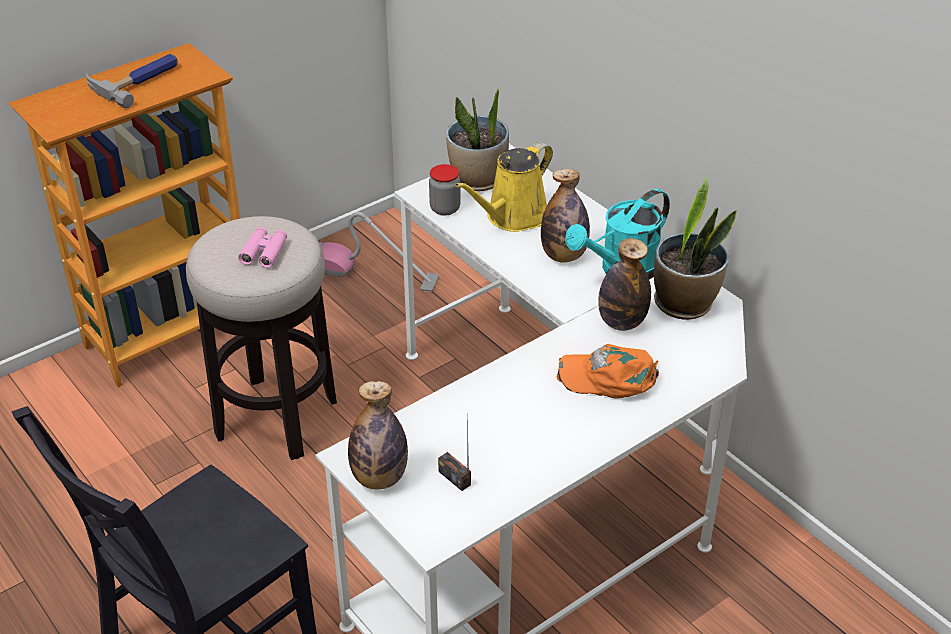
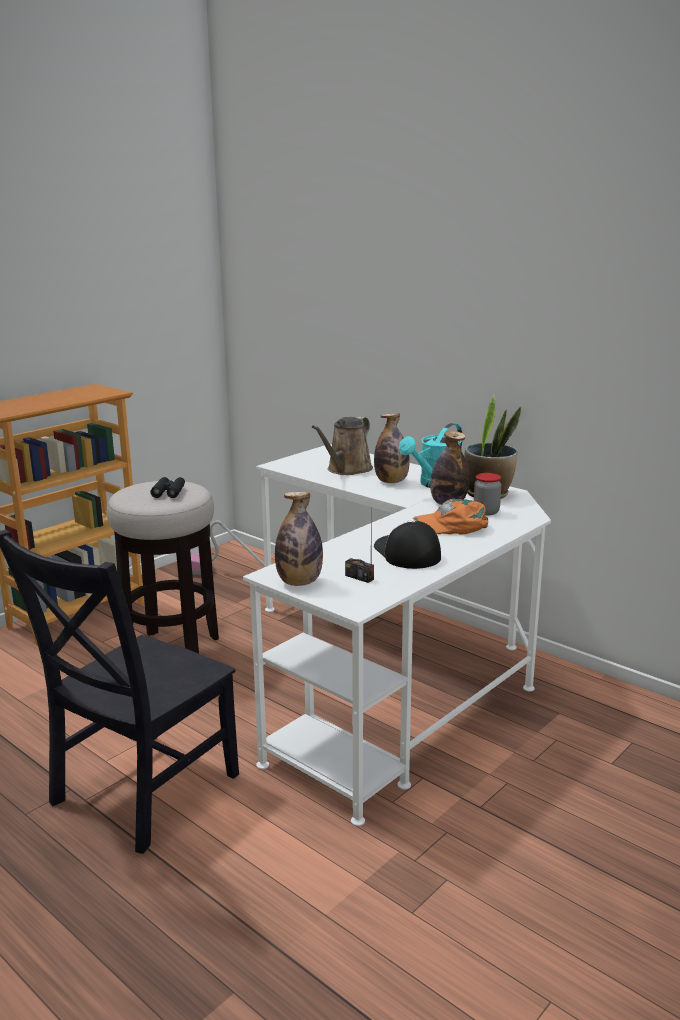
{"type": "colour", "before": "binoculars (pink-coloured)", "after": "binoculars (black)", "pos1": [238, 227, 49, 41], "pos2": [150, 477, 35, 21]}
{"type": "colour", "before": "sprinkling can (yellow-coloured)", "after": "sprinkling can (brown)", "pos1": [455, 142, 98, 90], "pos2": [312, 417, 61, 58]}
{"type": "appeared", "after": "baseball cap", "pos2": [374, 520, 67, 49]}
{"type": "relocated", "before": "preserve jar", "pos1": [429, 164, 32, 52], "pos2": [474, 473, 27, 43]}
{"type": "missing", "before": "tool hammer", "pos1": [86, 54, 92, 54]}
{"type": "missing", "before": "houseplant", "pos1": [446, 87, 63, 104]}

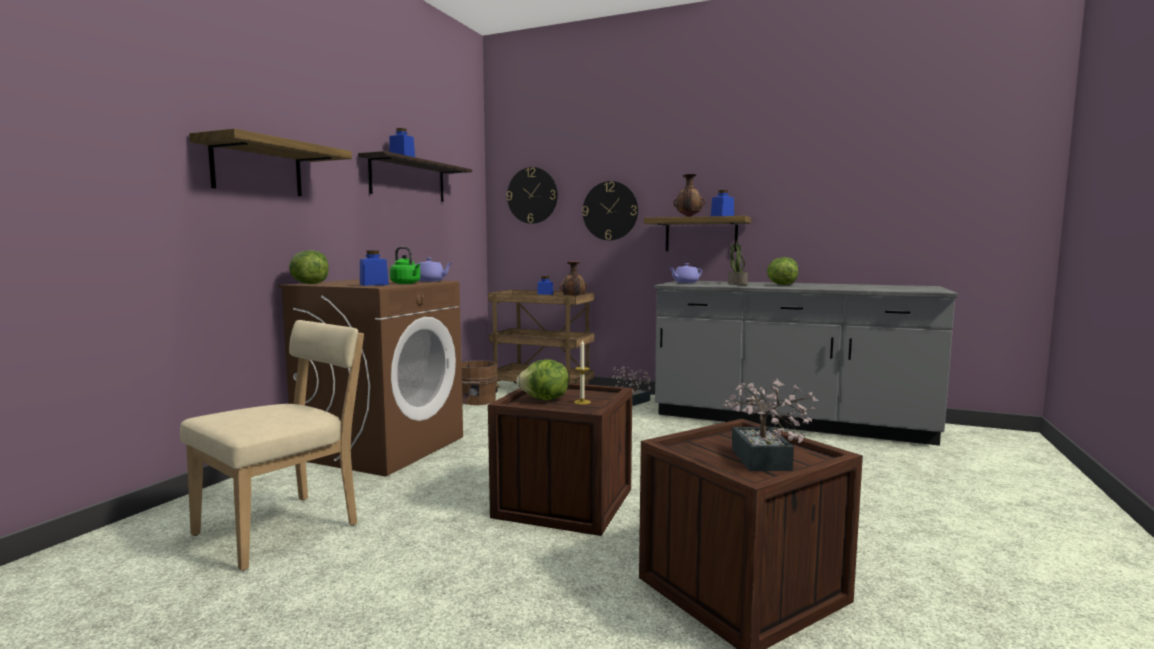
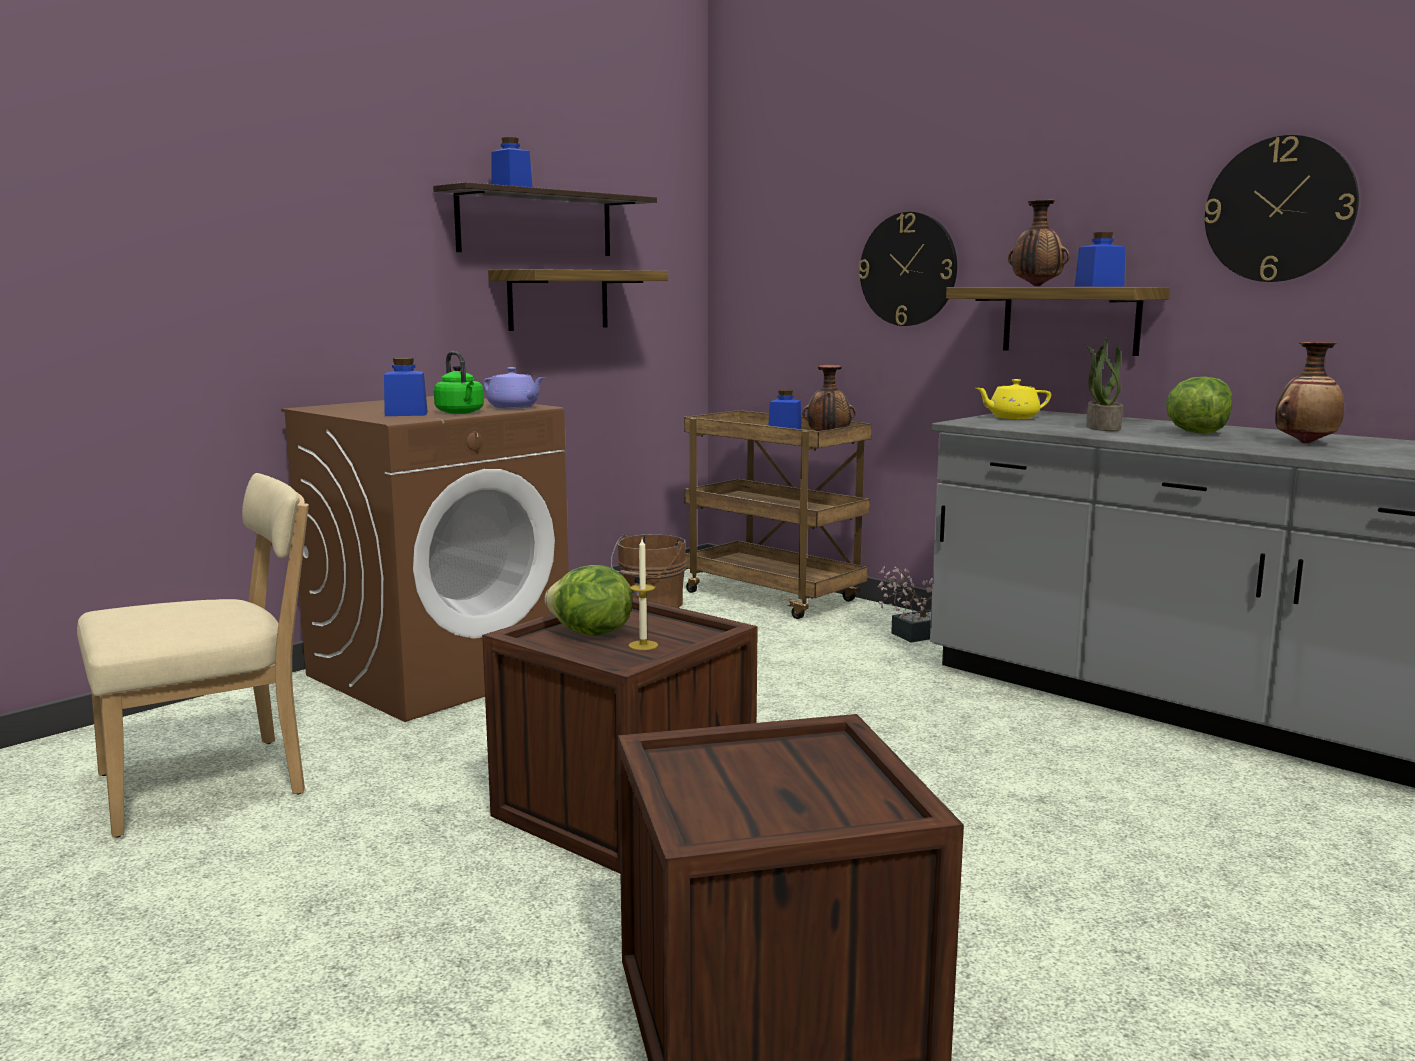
{"type": "relocated", "before": "wall shelf", "pos1": [189, 128, 163, 68], "pos2": [488, 269, 180, 62]}
{"type": "colour", "before": "teapot (purplish)", "after": "teapot (yellow-coloured)", "pos1": [670, 263, 32, 20], "pos2": [976, 379, 75, 40]}
{"type": "relocated", "before": "clock on the wall", "pos1": [507, 167, 51, 57], "pos2": [1204, 135, 155, 147]}
{"type": "appeared", "after": "vase", "pos2": [1275, 342, 69, 102]}
{"type": "missing", "before": "lettuce head", "pos1": [289, 250, 40, 34]}
{"type": "missing", "before": "houseplant", "pos1": [723, 378, 95, 93]}

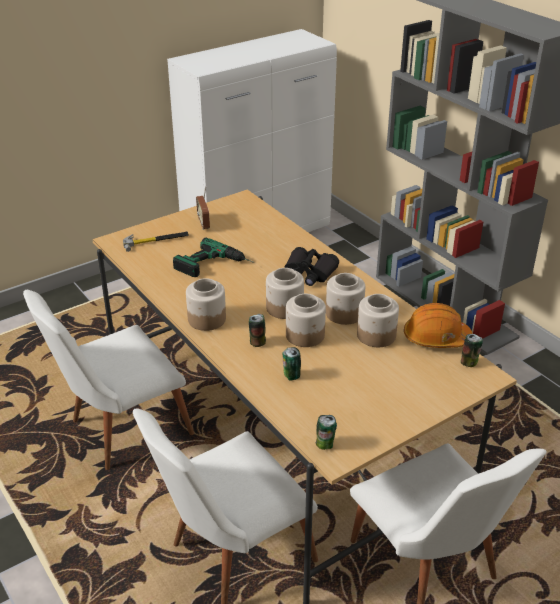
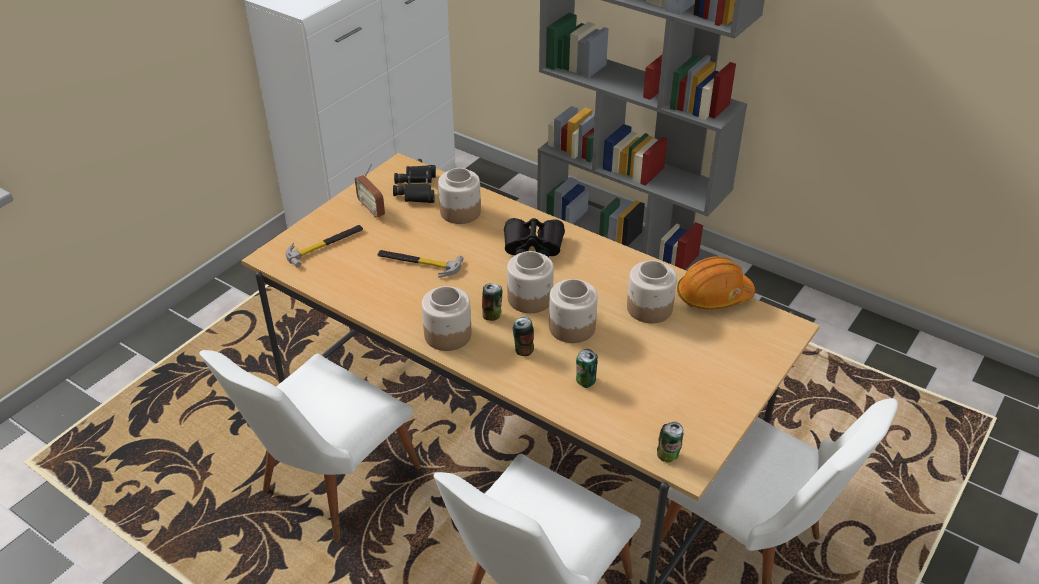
{"type": "exchanged", "before": "drill", "after": "tool hammer", "pos1": [173, 238, 81, 39], "pos2": [378, 250, 86, 28]}
{"type": "appeared", "after": "binoculars (black)", "pos2": [393, 165, 43, 38]}
{"type": "relocated", "before": "preserve jar", "pos1": [326, 273, 39, 52], "pos2": [438, 168, 43, 56]}
{"type": "relocated", "before": "can", "pos1": [461, 334, 22, 33], "pos2": [482, 283, 20, 38]}

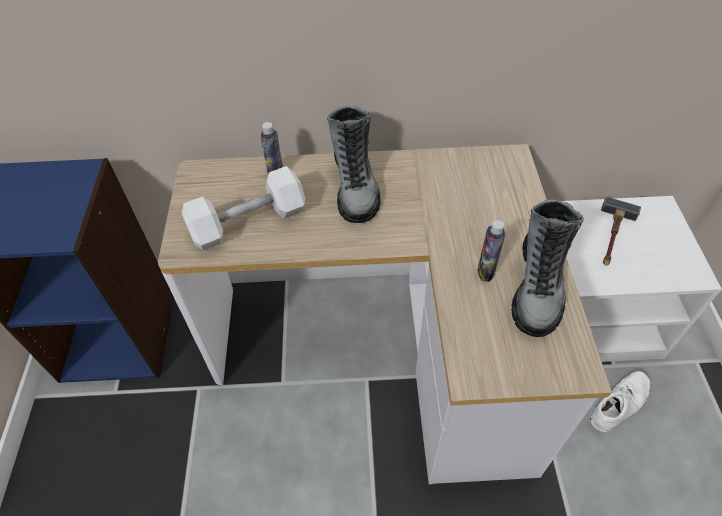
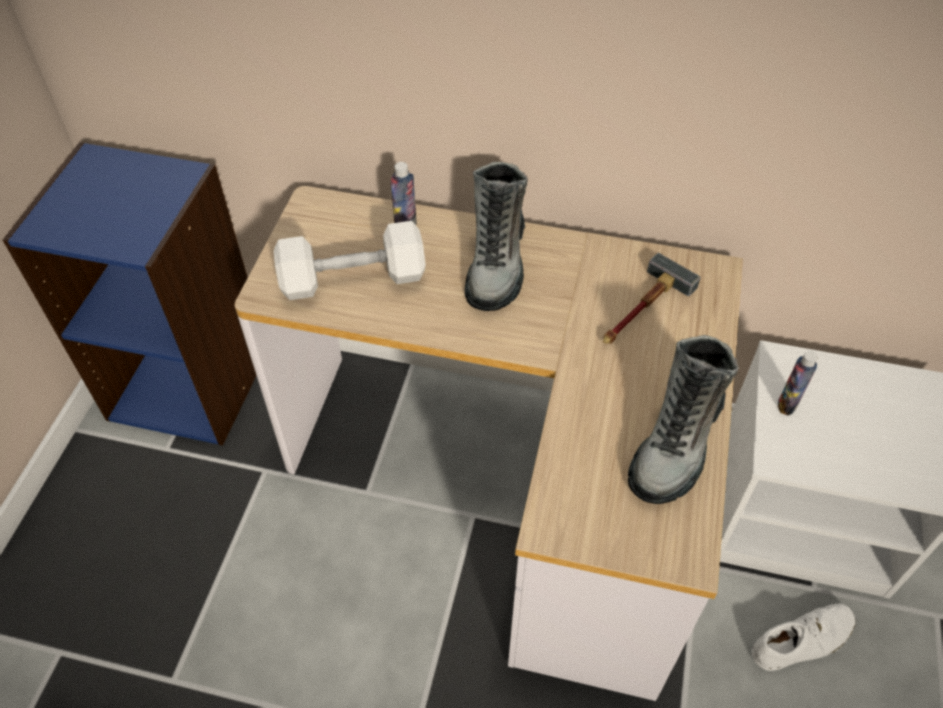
{"type": "relocated", "before": "tool hammer", "pos1": [601, 197, 40, 69], "pos2": [603, 253, 98, 91]}
{"type": "relocated", "before": "drink bottle", "pos1": [478, 220, 27, 62], "pos2": [778, 351, 40, 65]}

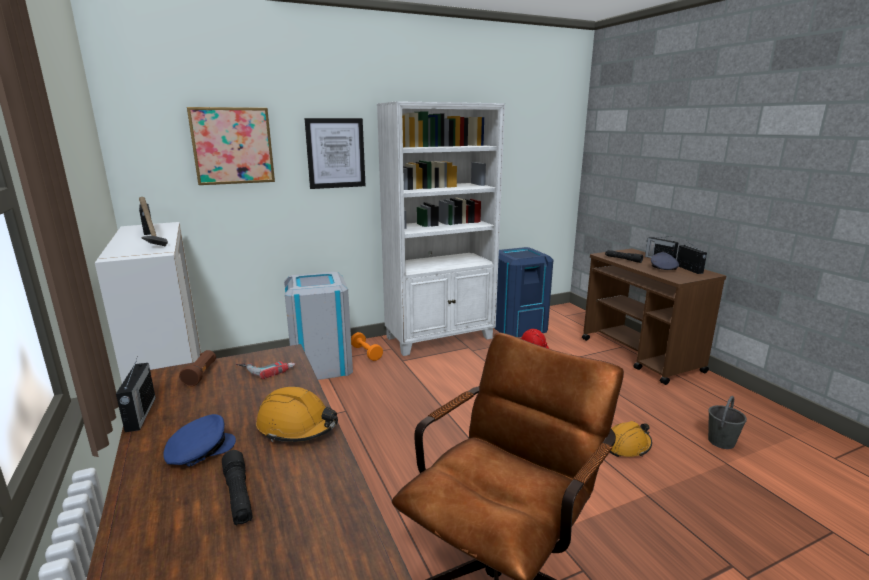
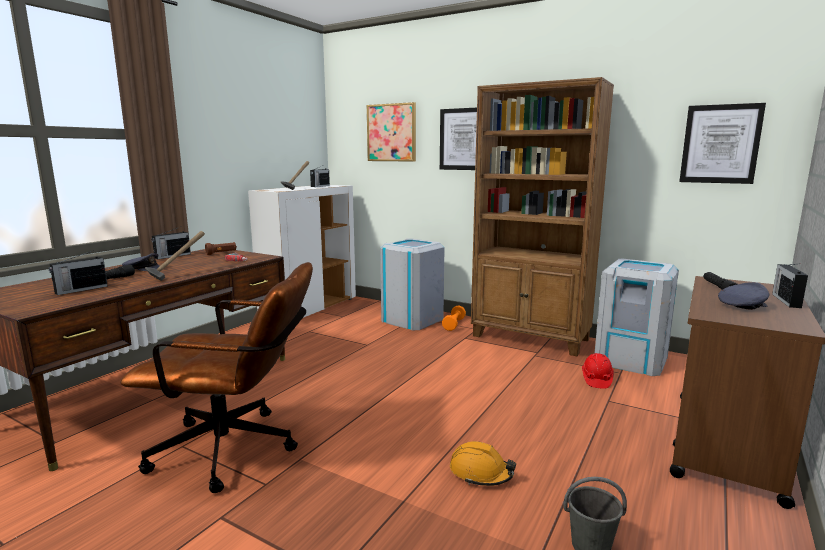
{"type": "relocated", "before": "radio receiver", "pos1": [677, 241, 30, 33], "pos2": [49, 250, 59, 45]}
{"type": "colour", "before": "baseball cap (blue-coloured)", "after": "baseball cap (greyish)", "pos1": [163, 414, 73, 53], "pos2": [122, 253, 37, 18]}
{"type": "exchanged", "before": "work helmet (orange-coloured)", "after": "tool hammer", "pos1": [256, 387, 82, 55], "pos2": [145, 231, 60, 50]}
{"type": "colour", "before": "shelving unit (whitish)", "after": "shelving unit (brown)", "pos1": [377, 101, 128, 255], "pos2": [471, 77, 143, 279]}
{"type": "colour", "before": "rubbish bin (blue-coloured)", "after": "rubbish bin (greyish)", "pos1": [494, 247, 59, 90], "pos2": [594, 259, 85, 117]}
{"type": "appeared", "after": "picture", "pos2": [679, 103, 87, 81]}

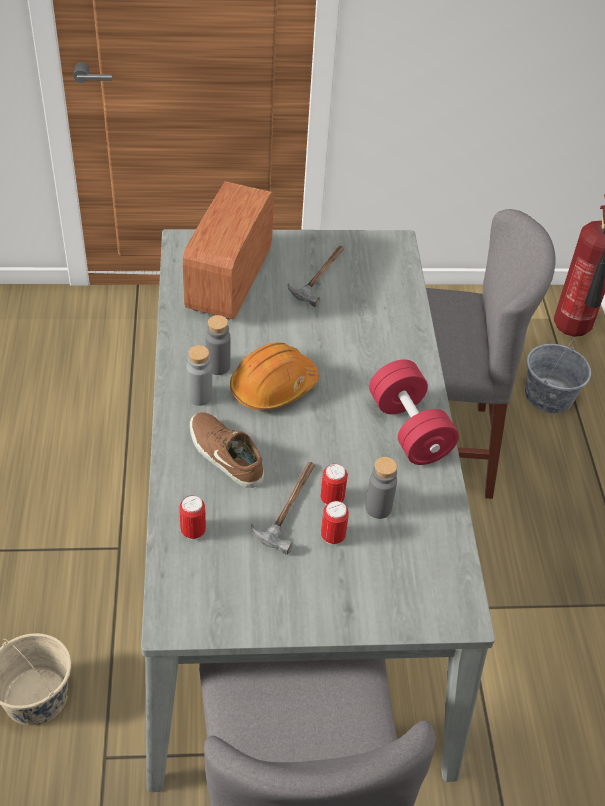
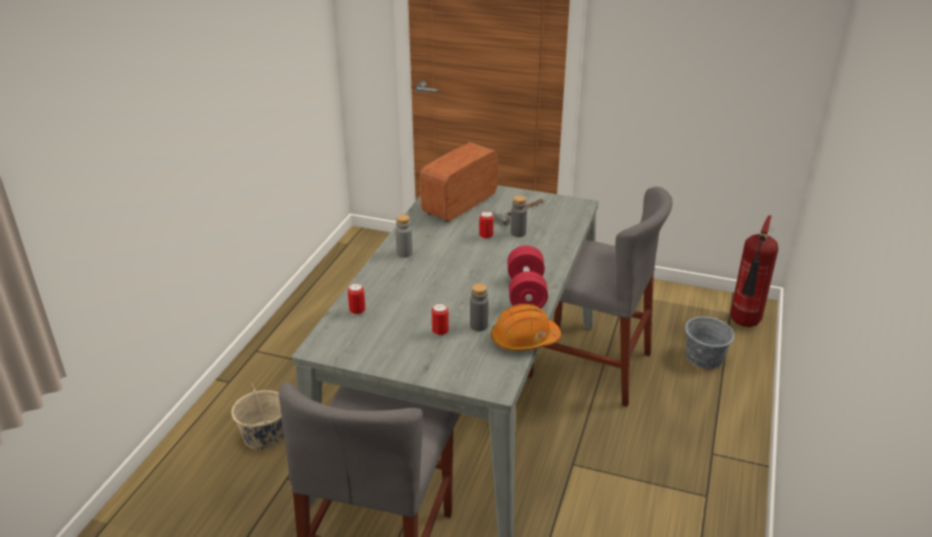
{"type": "relocated", "before": "can", "pos1": [321, 464, 27, 41], "pos2": [479, 211, 15, 29]}
{"type": "relocated", "before": "work helmet (orange-coloured)", "pos1": [230, 342, 89, 68], "pos2": [491, 304, 70, 47]}
{"type": "relocated", "before": "drink bottle (greyish)", "pos1": [206, 315, 25, 60], "pos2": [511, 195, 16, 42]}
{"type": "missing", "before": "shoe (brown)", "pos1": [190, 412, 74, 76]}
{"type": "missing", "before": "tool hammer", "pos1": [251, 462, 64, 93]}

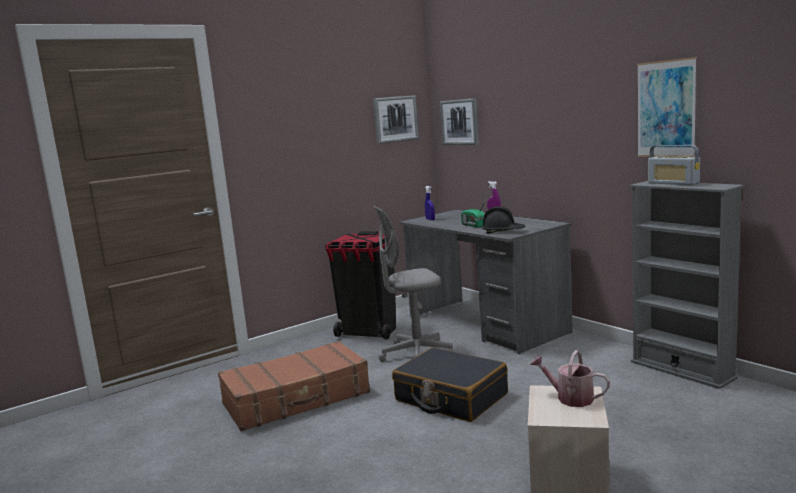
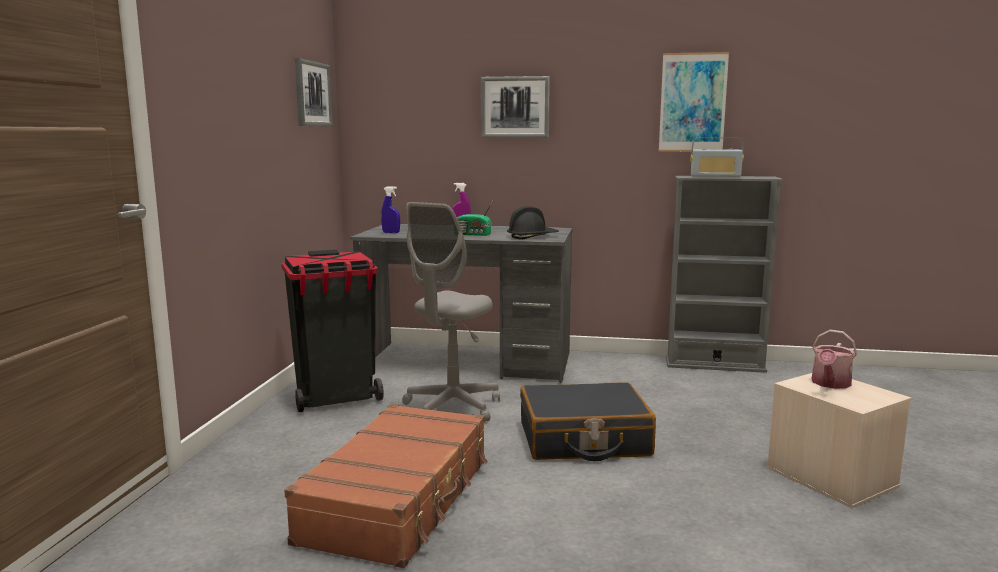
{"type": "relocated", "before": "picture", "pos1": [440, 98, 39, 47], "pos2": [481, 76, 69, 62]}
{"type": "spun", "before": "sprinkling can", "pos1": [530, 350, 80, 57], "pos2": [811, 330, 46, 59], "turn": -45}

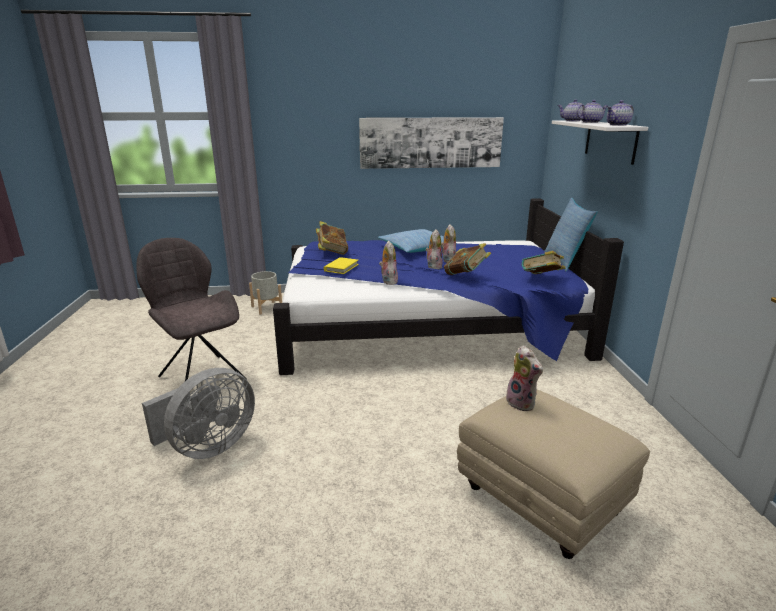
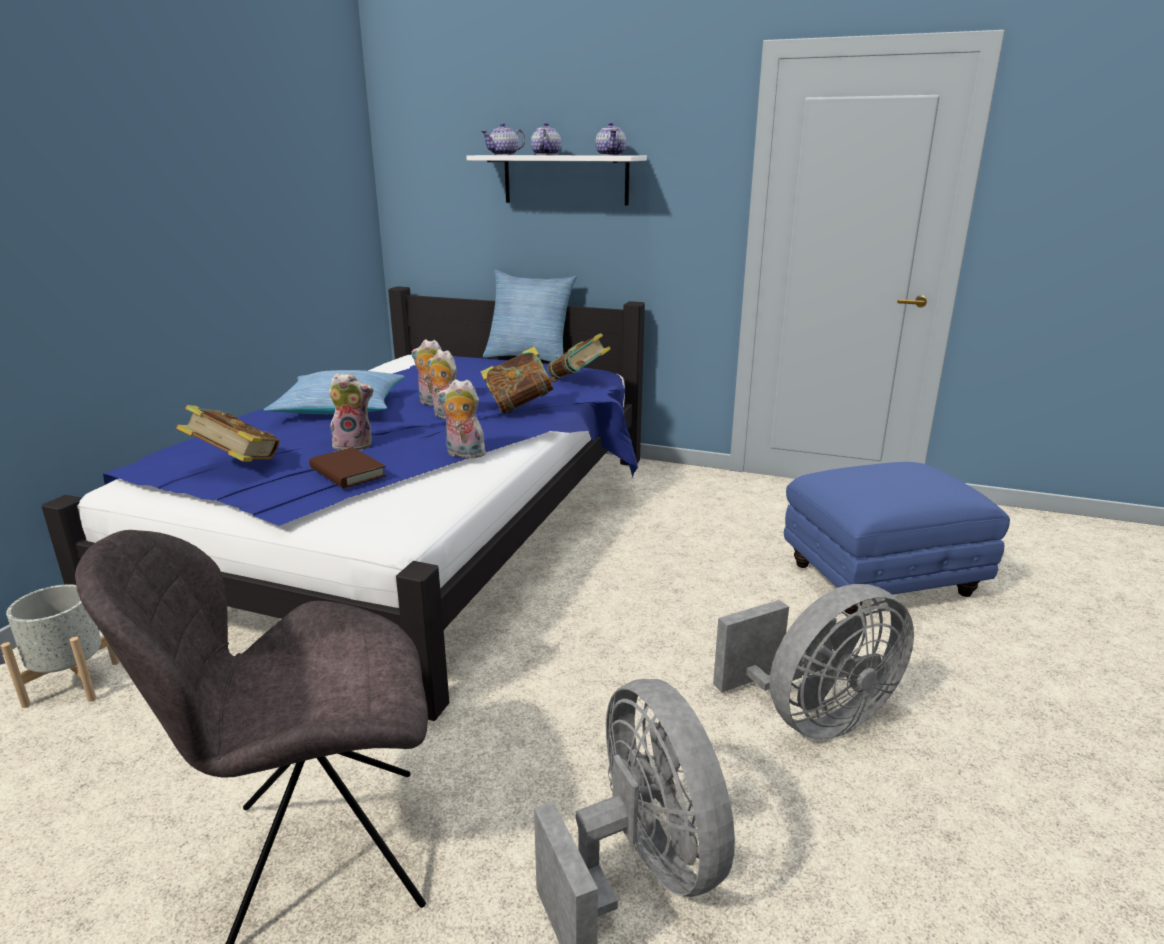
{"type": "colour", "before": "book (yellow-coloured)", "after": "book (brown)", "pos1": [324, 257, 35, 17], "pos2": [309, 447, 78, 41]}
{"type": "relocated", "before": "plush toy", "pos1": [506, 345, 37, 66], "pos2": [329, 373, 44, 77]}
{"type": "appeared", "after": "electric fan (greyish)", "pos2": [713, 584, 201, 155]}
{"type": "colour", "before": "footrest (sand-coloured)", "after": "footrest (blue-coloured)", "pos1": [457, 389, 193, 170], "pos2": [784, 462, 226, 152]}
{"type": "missing", "before": "picture", "pos1": [359, 117, 145, 52]}

